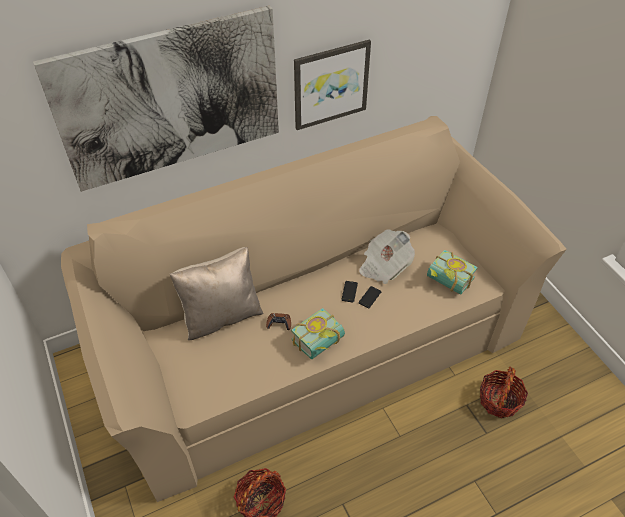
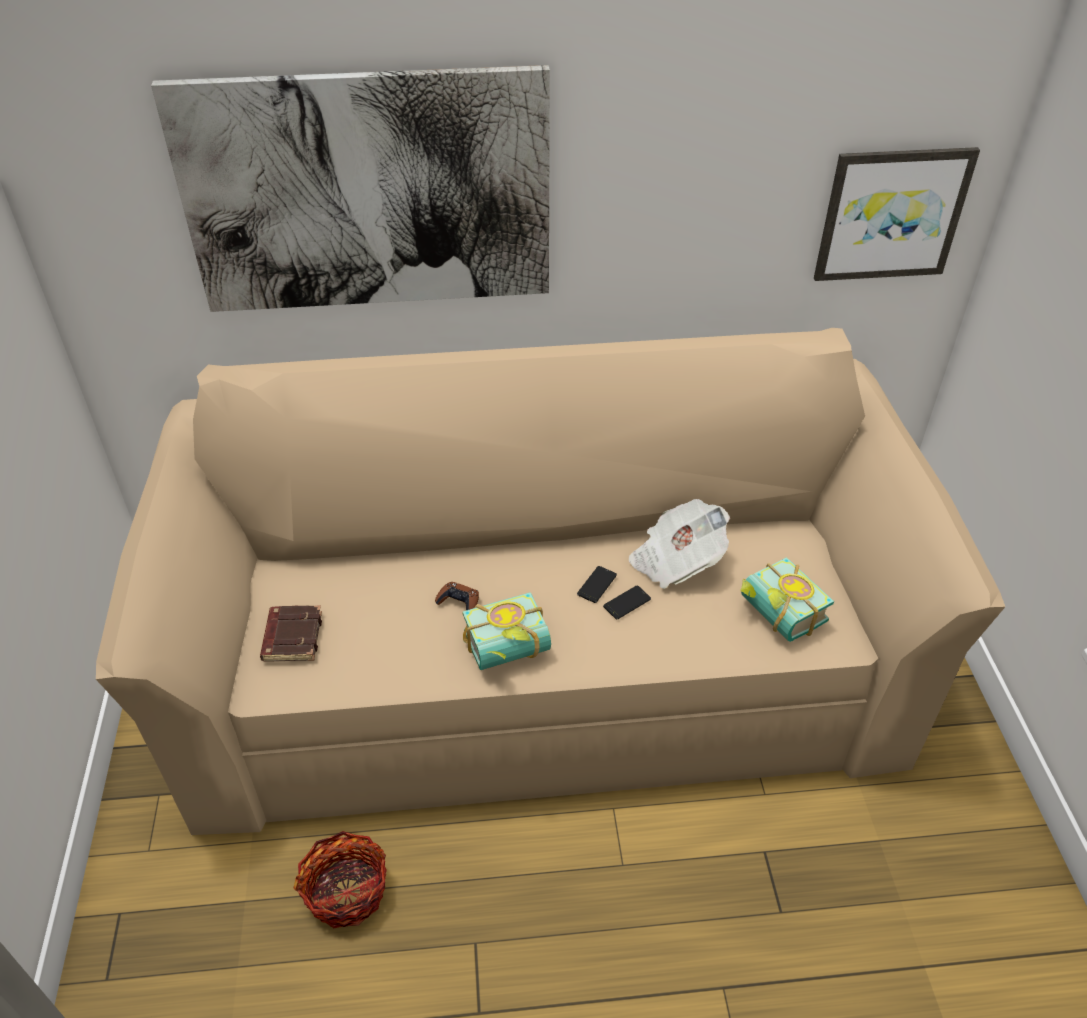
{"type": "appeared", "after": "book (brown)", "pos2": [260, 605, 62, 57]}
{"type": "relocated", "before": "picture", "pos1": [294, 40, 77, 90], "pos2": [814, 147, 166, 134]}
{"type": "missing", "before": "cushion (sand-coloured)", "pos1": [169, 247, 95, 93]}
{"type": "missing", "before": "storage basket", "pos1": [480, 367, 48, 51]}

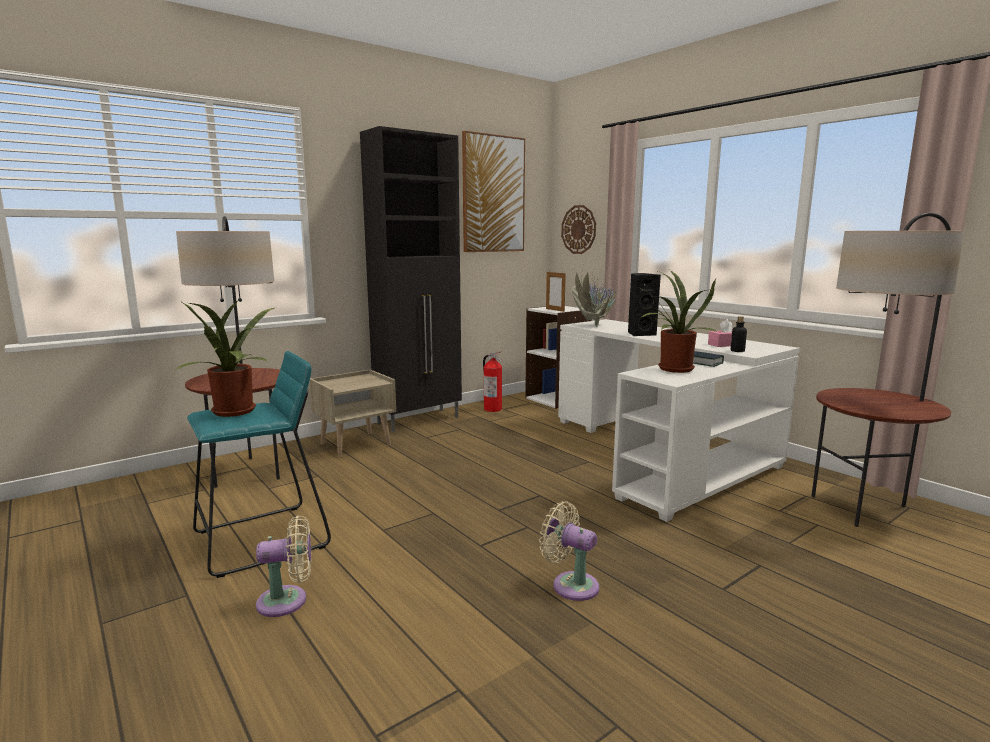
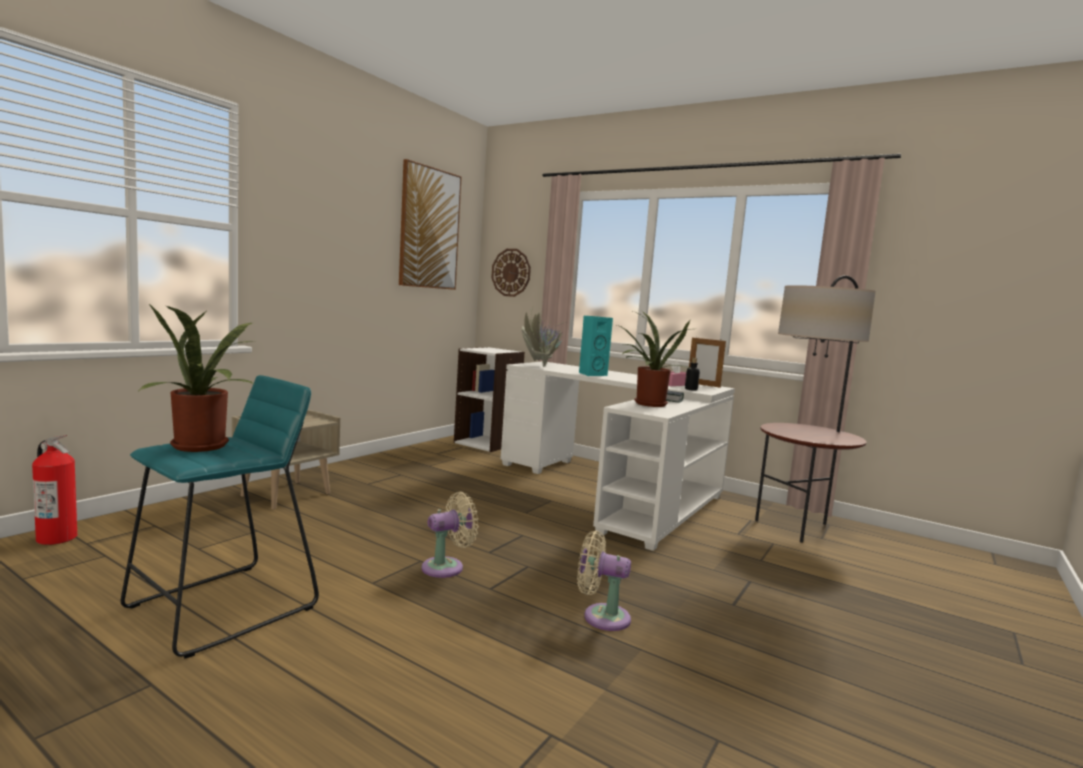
{"type": "relocated", "before": "fire-fighting cylinder", "pos1": [483, 351, 19, 61], "pos2": [32, 435, 45, 110]}
{"type": "relocated", "before": "electric fan (sand-coloured)", "pos1": [256, 515, 55, 102], "pos2": [421, 492, 57, 86]}
{"type": "colour", "before": "audio speaker (black)", "after": "audio speaker (turquoise-coloured)", "pos1": [628, 273, 33, 63], "pos2": [579, 316, 34, 60]}
{"type": "relocated", "before": "picture frame", "pos1": [546, 272, 20, 40], "pos2": [689, 336, 37, 52]}
{"type": "missing", "before": "standard lamp", "pos1": [176, 216, 104, 272]}
{"type": "missing", "before": "cabinet (black)", "pos1": [360, 126, 102, 306]}

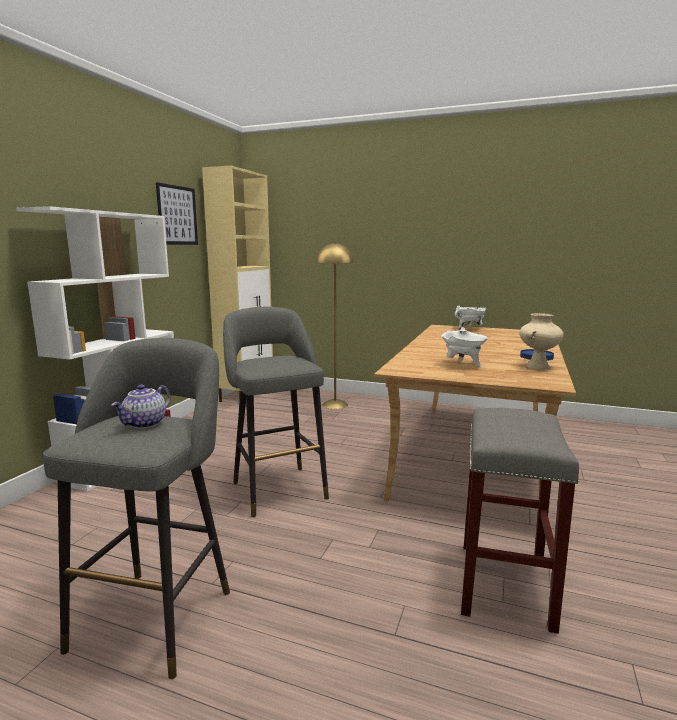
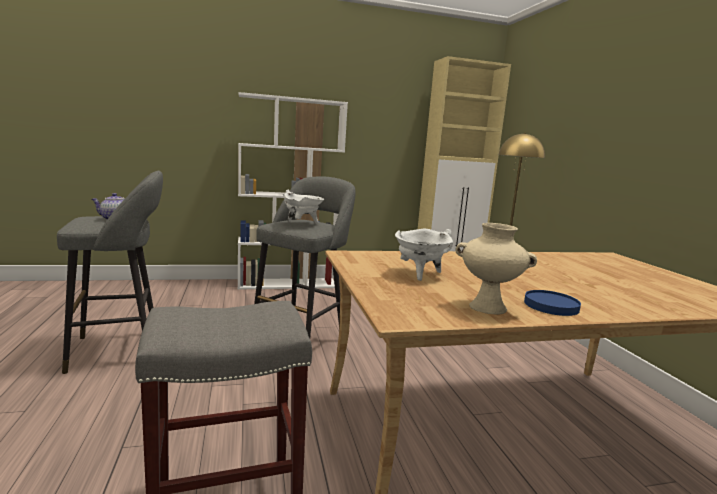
{"type": "relocated", "before": "saucepot (whitish)", "pos1": [455, 306, 31, 24], "pos2": [283, 190, 41, 34]}
{"type": "missing", "before": "picture", "pos1": [156, 182, 42, 63]}

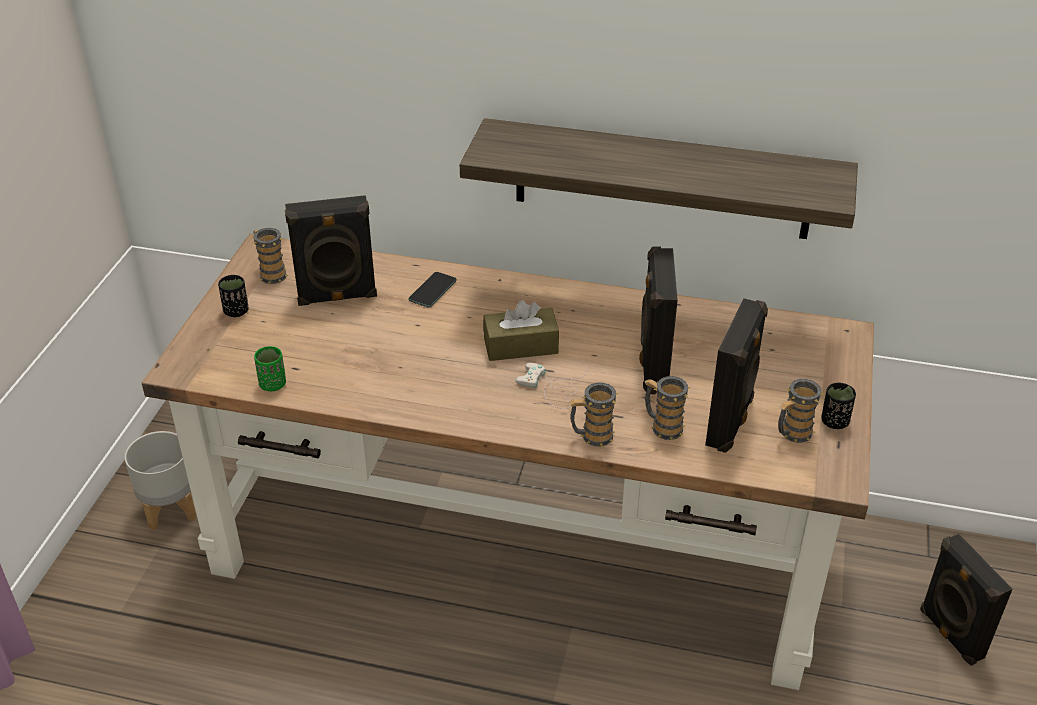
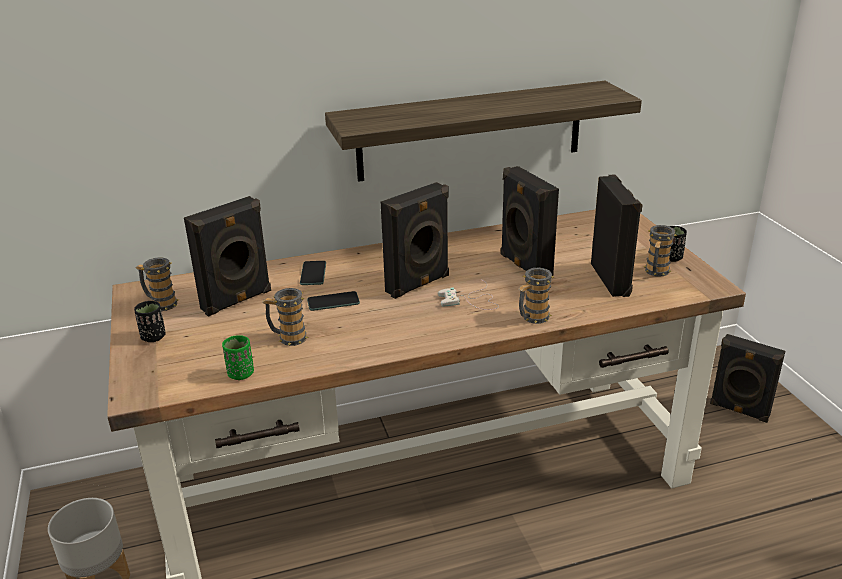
{"type": "relocated", "before": "mug", "pos1": [645, 376, 45, 64], "pos2": [262, 288, 47, 58]}
{"type": "appeared", "after": "handset", "pos2": [307, 291, 53, 20]}
{"type": "exchanged", "before": "box of tissues (brown)", "after": "audio speaker (black)", "pos1": [483, 300, 76, 61], "pos2": [381, 182, 68, 117]}

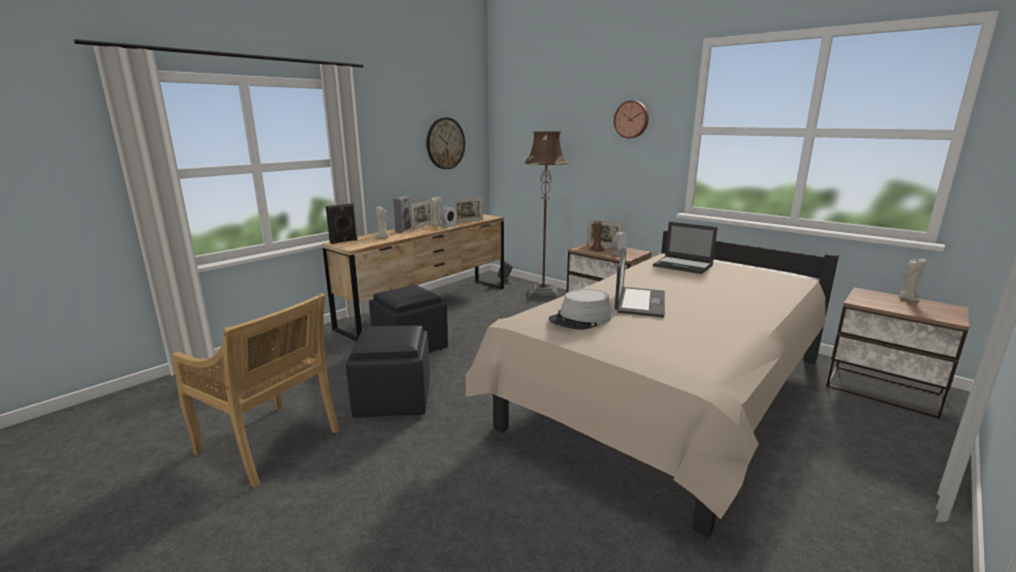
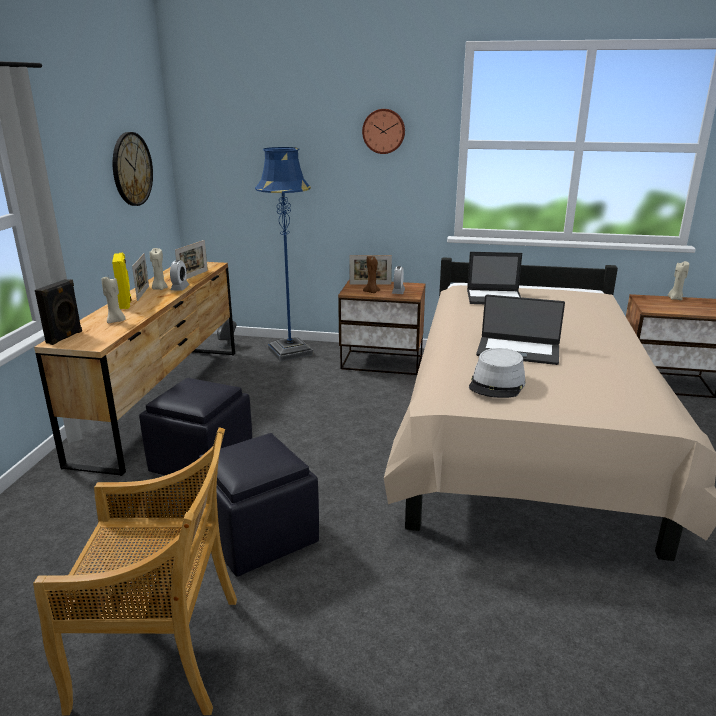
{"type": "colour", "before": "audio speaker (greyish)", "after": "audio speaker (yellow-coloured)", "pos1": [393, 195, 18, 38], "pos2": [112, 253, 19, 56]}
{"type": "colour", "before": "standard lamp (brown)", "after": "standard lamp (blue-coloured)", "pos1": [524, 131, 44, 169], "pos2": [255, 147, 58, 215]}
{"type": "spun", "before": "laptop", "pos1": [615, 248, 50, 69], "pos2": [476, 295, 89, 70], "turn": 120}

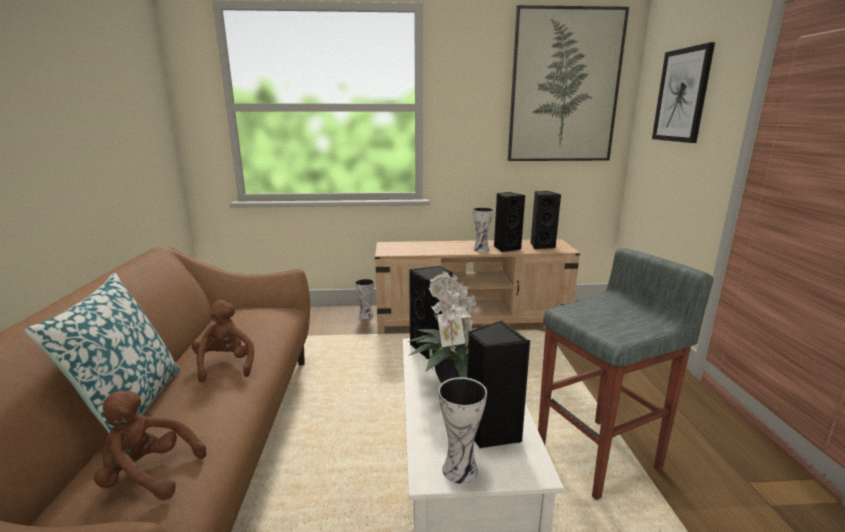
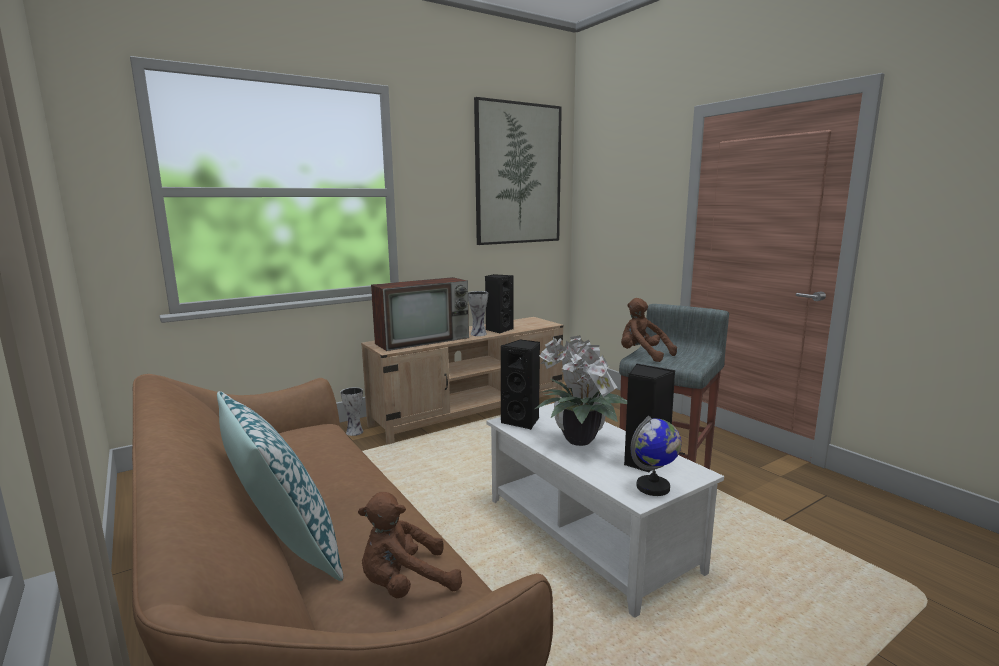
{"type": "appeared", "after": "TV set", "pos2": [371, 277, 98, 74]}
{"type": "relocated", "before": "plush toy (brown)", "pos1": [192, 300, 62, 82], "pos2": [621, 298, 56, 64]}
{"type": "exchanged", "before": "vase", "after": "desk globe", "pos1": [439, 377, 48, 107], "pos2": [631, 416, 50, 80]}
{"type": "missing", "before": "audio speaker (black)", "pos1": [531, 191, 30, 58]}
{"type": "missing", "before": "picture", "pos1": [652, 42, 63, 101]}

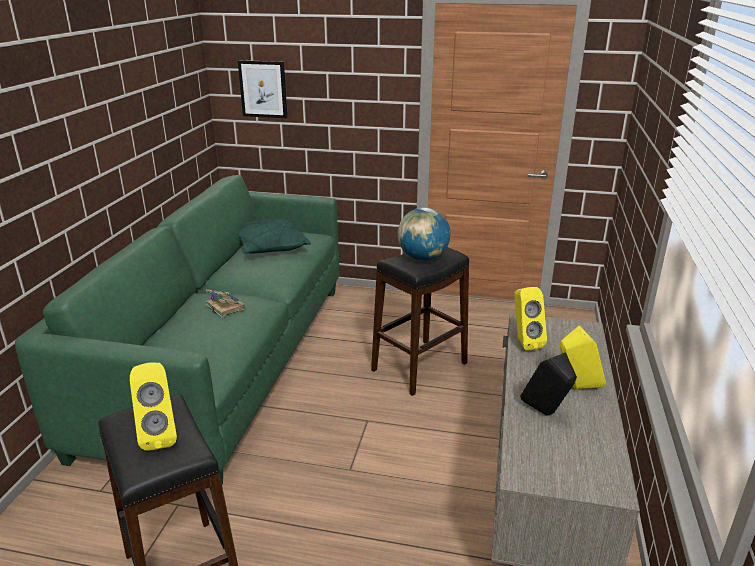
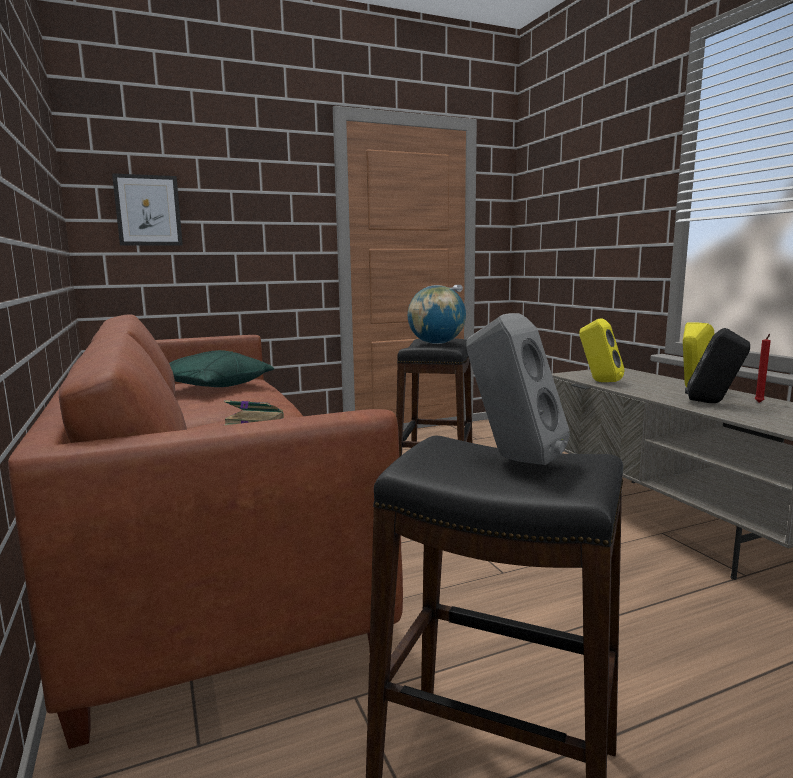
{"type": "colour", "before": "couch (green)", "after": "couch (brown)", "pos1": [15, 175, 324, 313], "pos2": [8, 314, 395, 435]}
{"type": "colour", "before": "audio speaker (yellow-coloured)", "after": "audio speaker (greyish)", "pos1": [130, 362, 47, 89], "pos2": [466, 313, 104, 152]}
{"type": "appeared", "after": "wax light (red)", "pos2": [755, 334, 16, 69]}

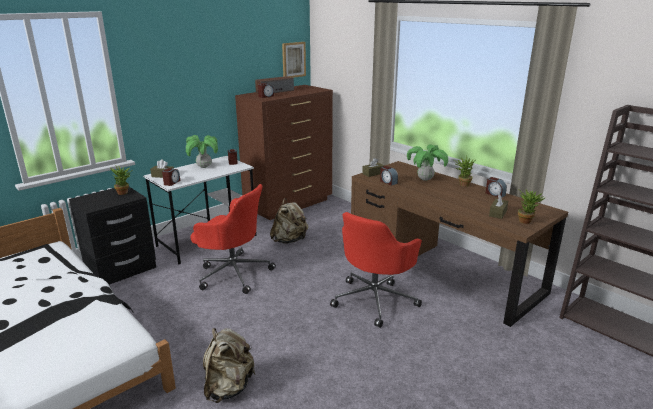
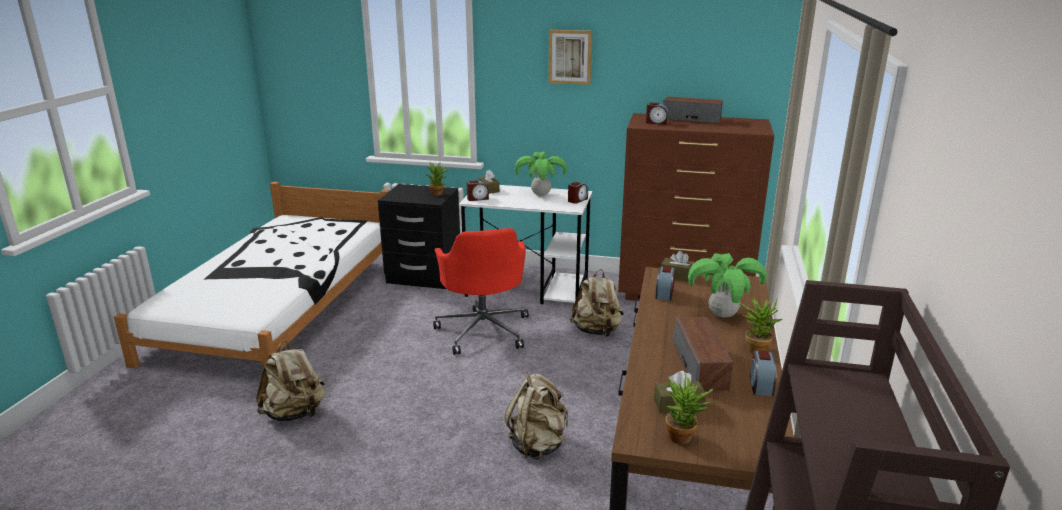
{"type": "exchanged", "before": "office chair (red)", "after": "knapsack (sand-coloured)", "pos1": [330, 212, 92, 116], "pos2": [505, 372, 63, 88]}
{"type": "relocated", "before": "picture", "pos1": [282, 42, 24, 36], "pos2": [548, 30, 44, 55]}
{"type": "appeared", "after": "audio speaker", "pos2": [673, 317, 60, 74]}

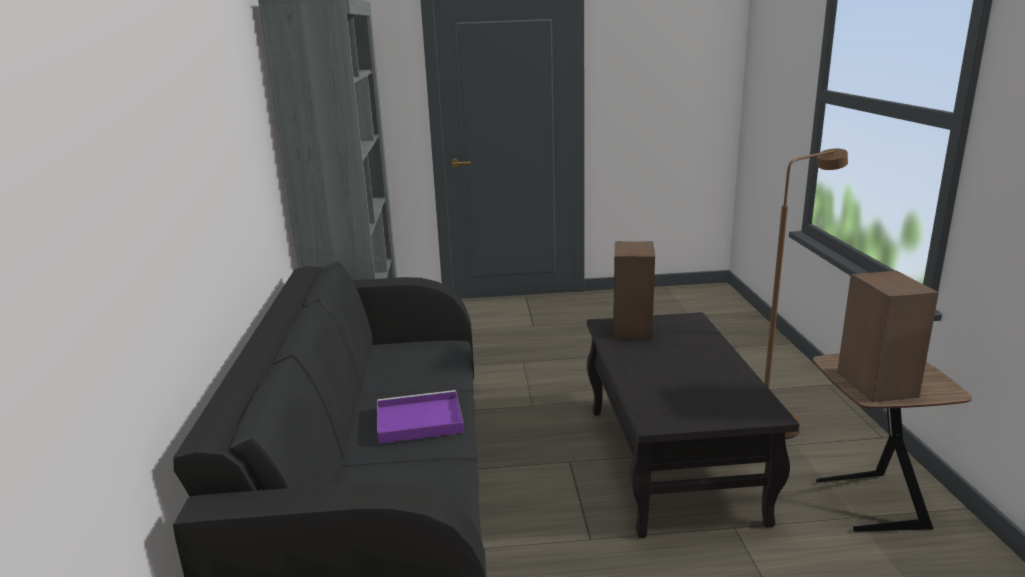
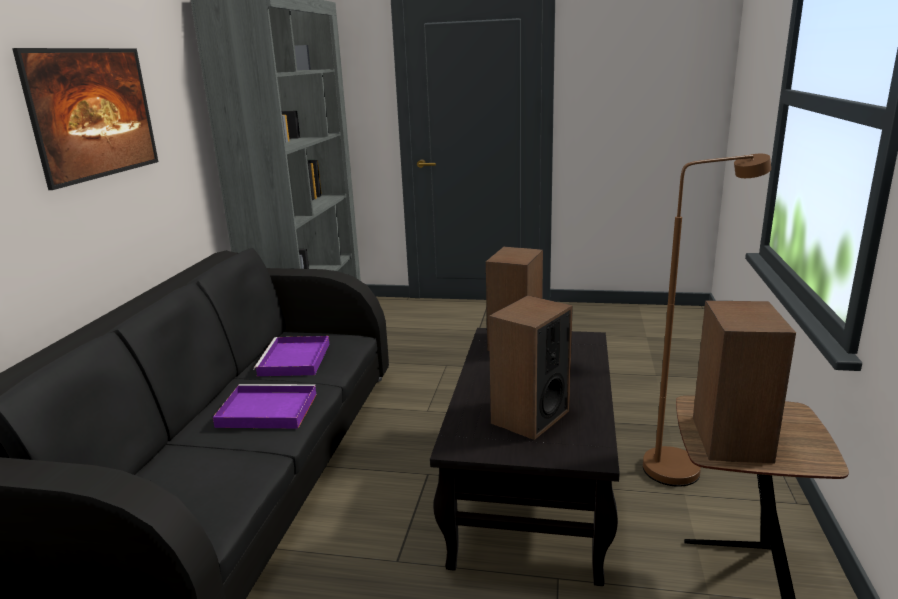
{"type": "appeared", "after": "picture", "pos2": [12, 48, 146, 142]}
{"type": "appeared", "after": "tray (purplish)", "pos2": [253, 336, 76, 40]}
{"type": "appeared", "after": "audio speaker", "pos2": [489, 295, 84, 145]}

